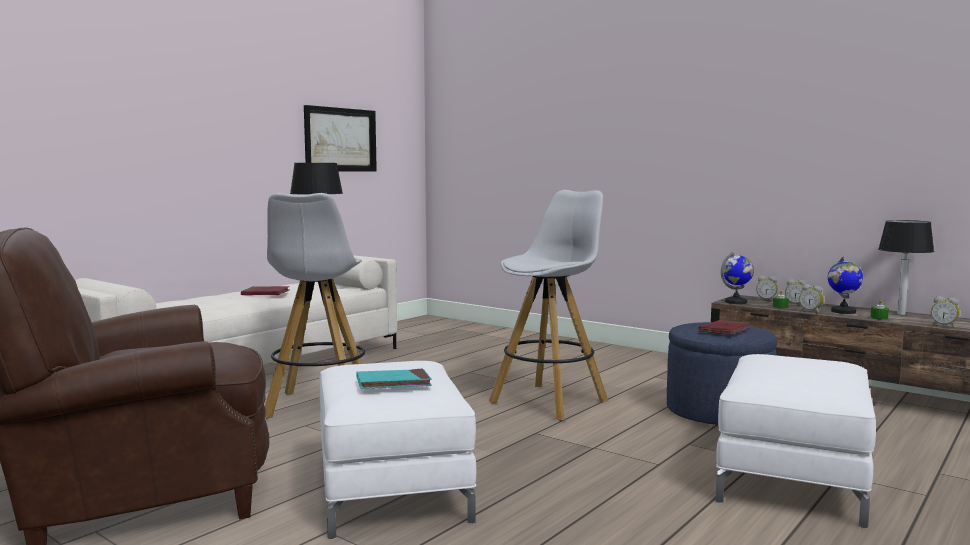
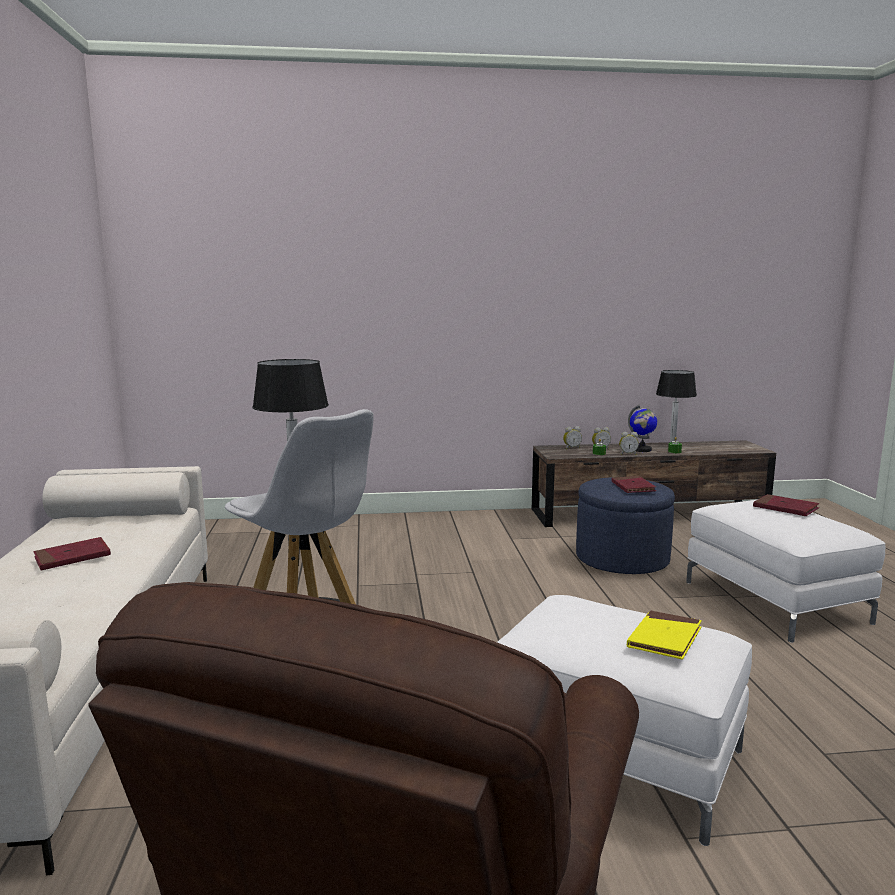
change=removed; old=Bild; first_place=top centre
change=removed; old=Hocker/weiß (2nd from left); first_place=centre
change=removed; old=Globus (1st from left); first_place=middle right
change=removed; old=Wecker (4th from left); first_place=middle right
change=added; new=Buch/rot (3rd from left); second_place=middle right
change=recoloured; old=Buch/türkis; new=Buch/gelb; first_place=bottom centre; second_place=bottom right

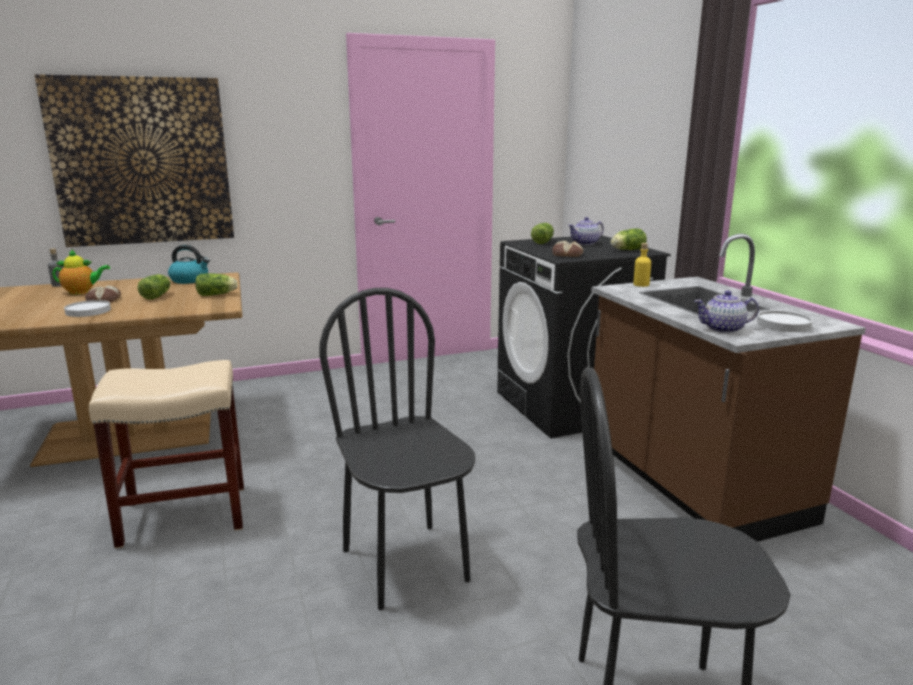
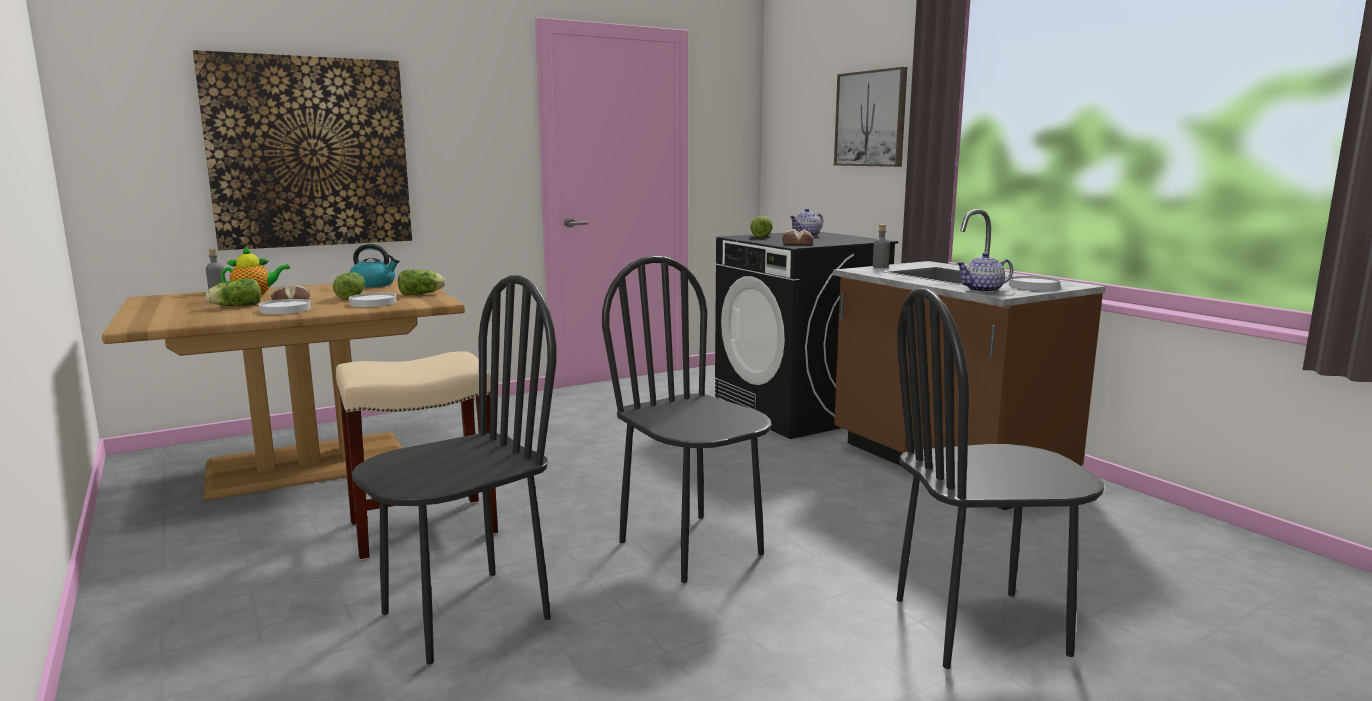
change=added; new=Teller/weiß (2nd from left); second_place=middle left
change=added; new=Stuhl/schwarz (1st from left); second_place=bottom left
change=added; new=Bild (2nd from left); second_place=top centre
change=moved; old=Salatkopf (4th from left in the first image); new=Salatkopf (1st from left); first_place=middle right; second_place=middle left
change=recoloured; old=Flasche/gelb; new=Flasche/grau (2nd from left); first_place=middle right; second_place=centre

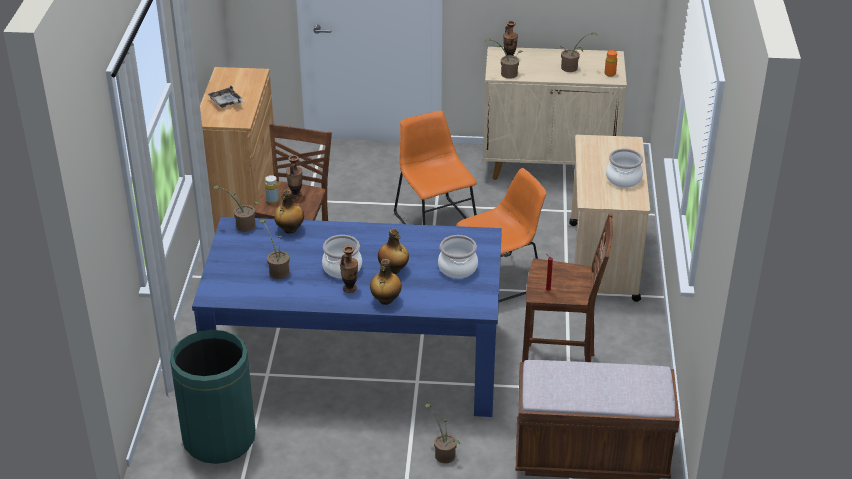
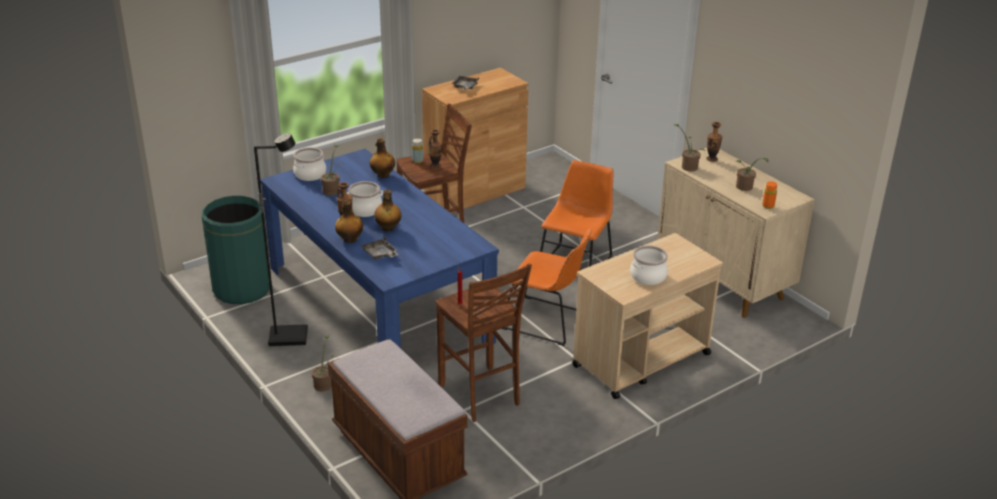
change=removed; old=Topfpflanze (1st from left); first_place=middle left
change=added; new=Stehlampe/schwarz; second_place=middle left
change=added; new=Tablett/grau (1st from left); second_place=centre
change=moved; old=Kochtopf (2nd from left in the first image); new=Kochtopf (1st from left); first_place=centre; second_place=top left

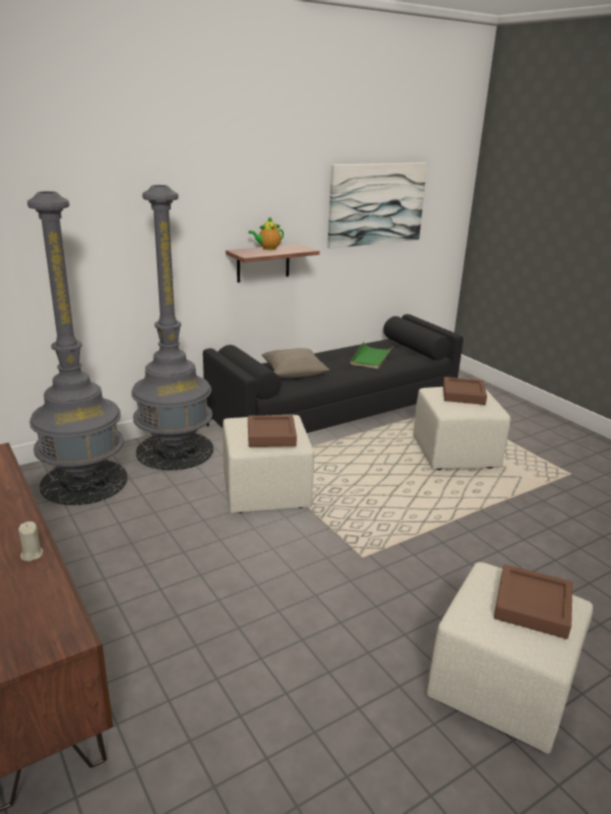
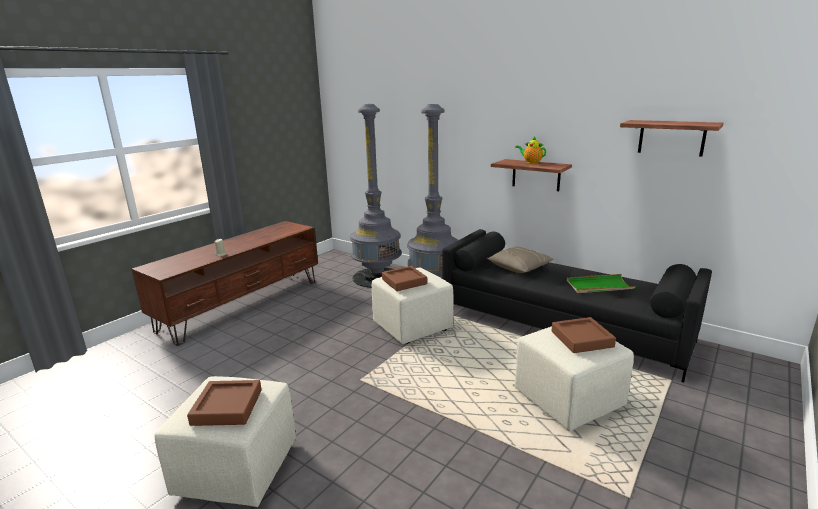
change=replaced; old=Bild; new=Wandregal (2nd from left); first_place=top centre; second_place=top right

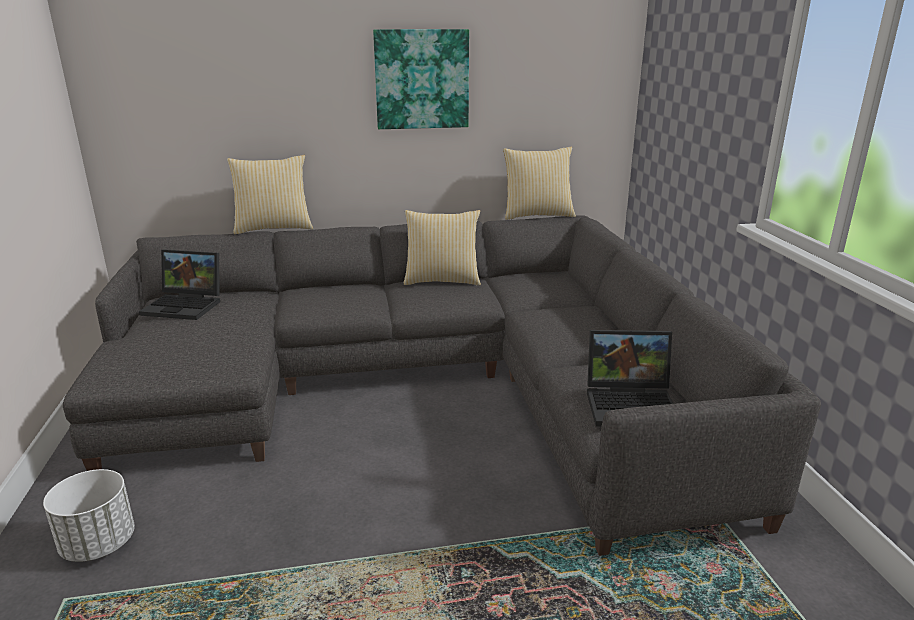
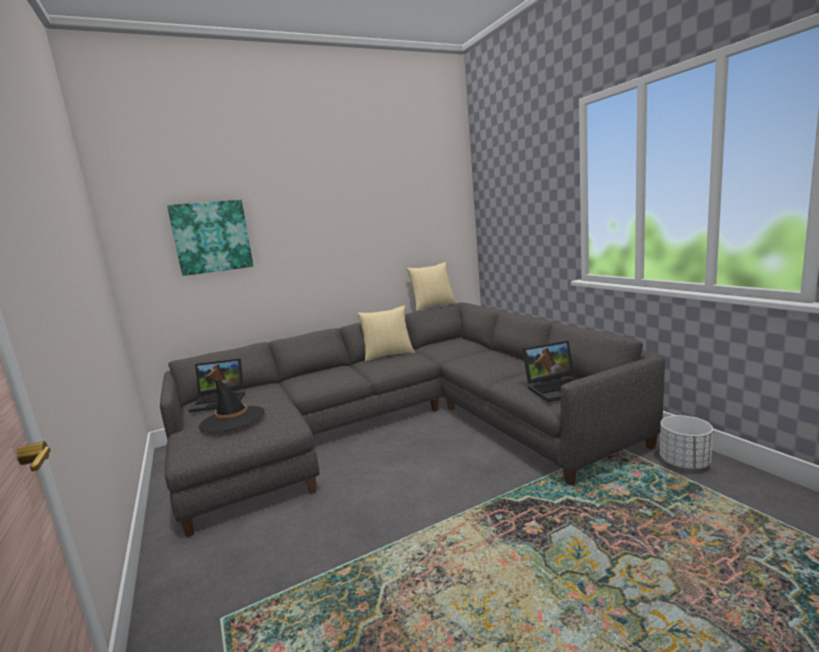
change=removed; old=Kissen (1st from left); first_place=top left
change=added; new=Hut/schwarz; second_place=middle left
change=moved; old=Pflanzkübel/weiß; first_place=bottom left; second_place=bottom right
change=moved; old=Bild; first_place=top centre; second_place=middle left

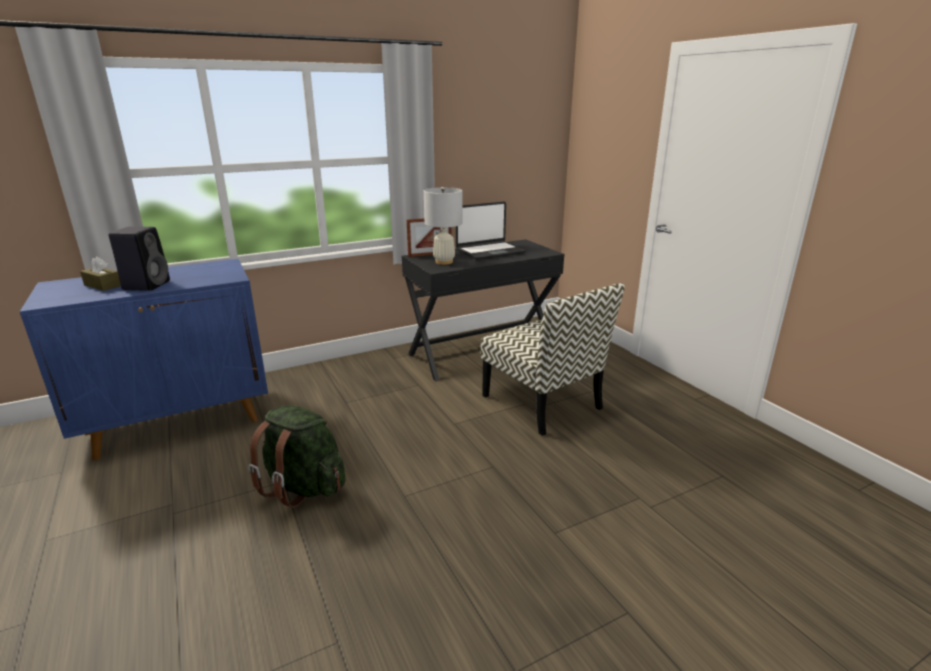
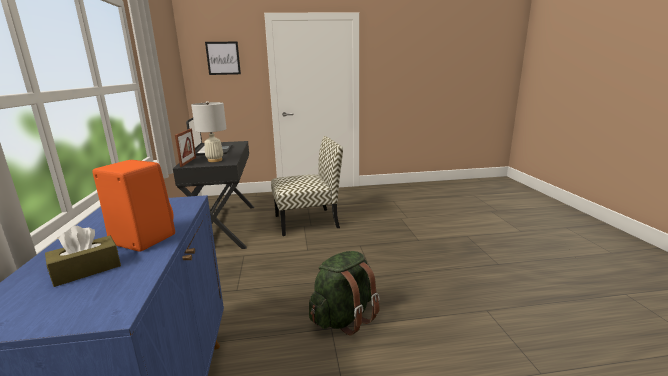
change=added; new=Bild; second_place=top centre
change=recoloured; old=Lautsprecher/schwarz; new=Lautsprecher/orange; first_place=middle left; second_place=middle left

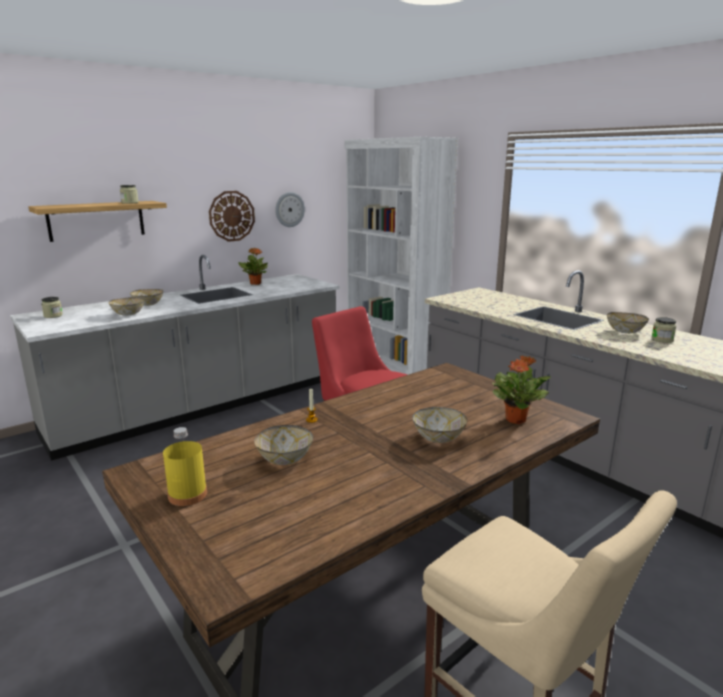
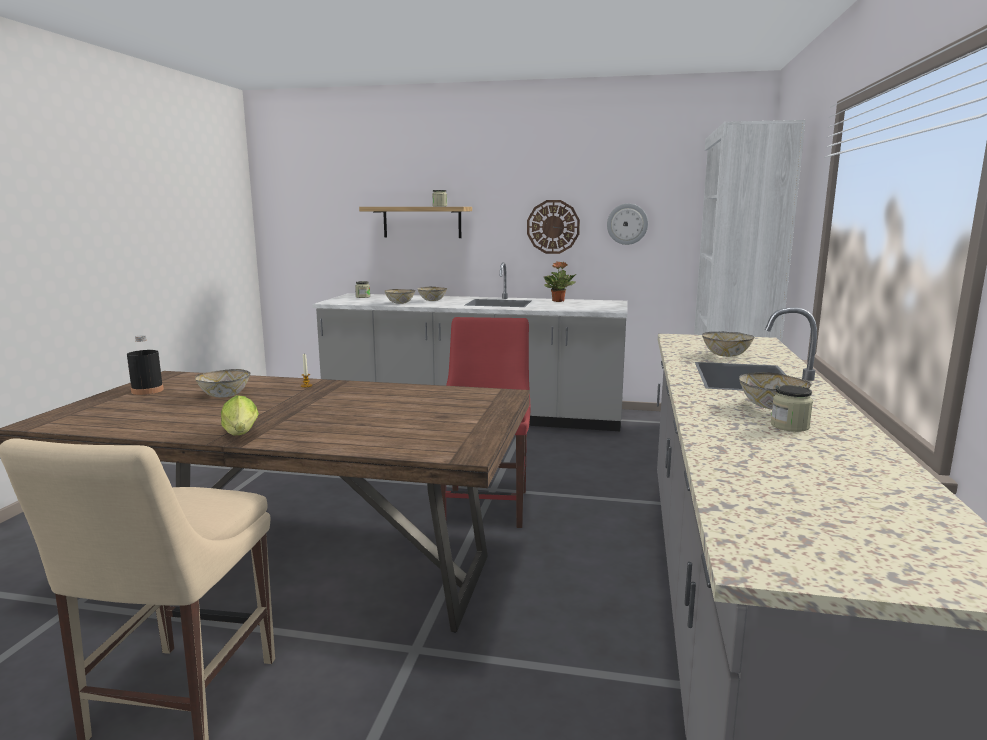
change=removed; old=Topfpflanze (2nd from left); first_place=middle right
change=added; new=Salatkopf; second_place=middle left
change=moved; old=Schüssel (4th from left); first_place=centre; second_place=middle right
change=recoloured; old=Flasche/gelb; new=Flasche/schwarz; first_place=bottom left; second_place=middle left

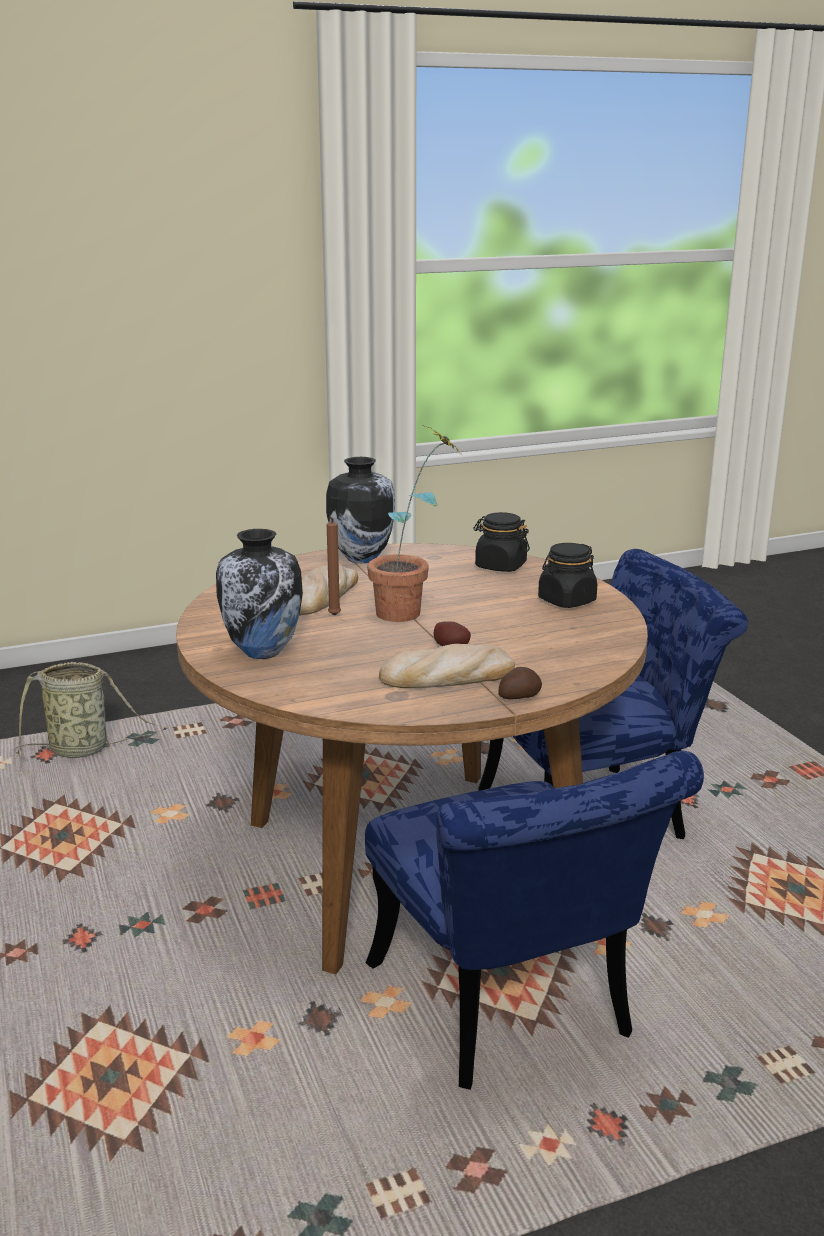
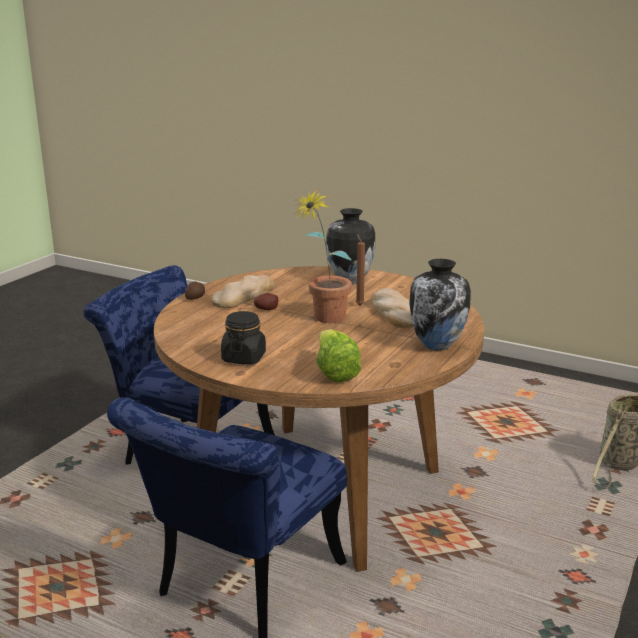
change=replaced; old=Vorratsglas/schwarz (1st from left); new=Salatkopf; first_place=centre; second_place=centre

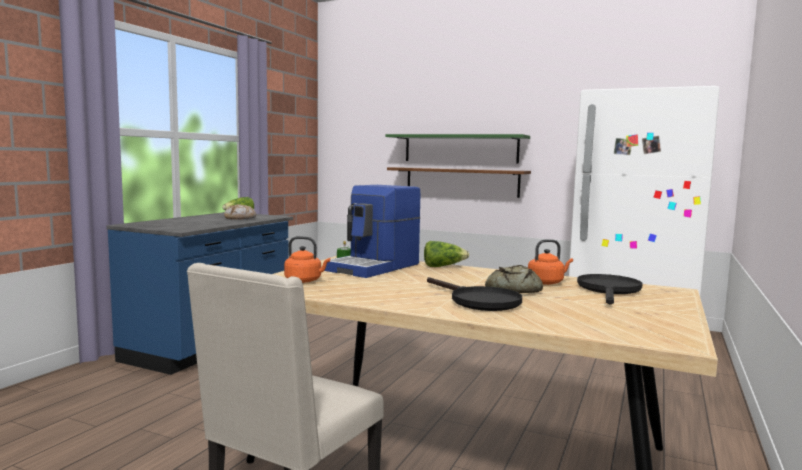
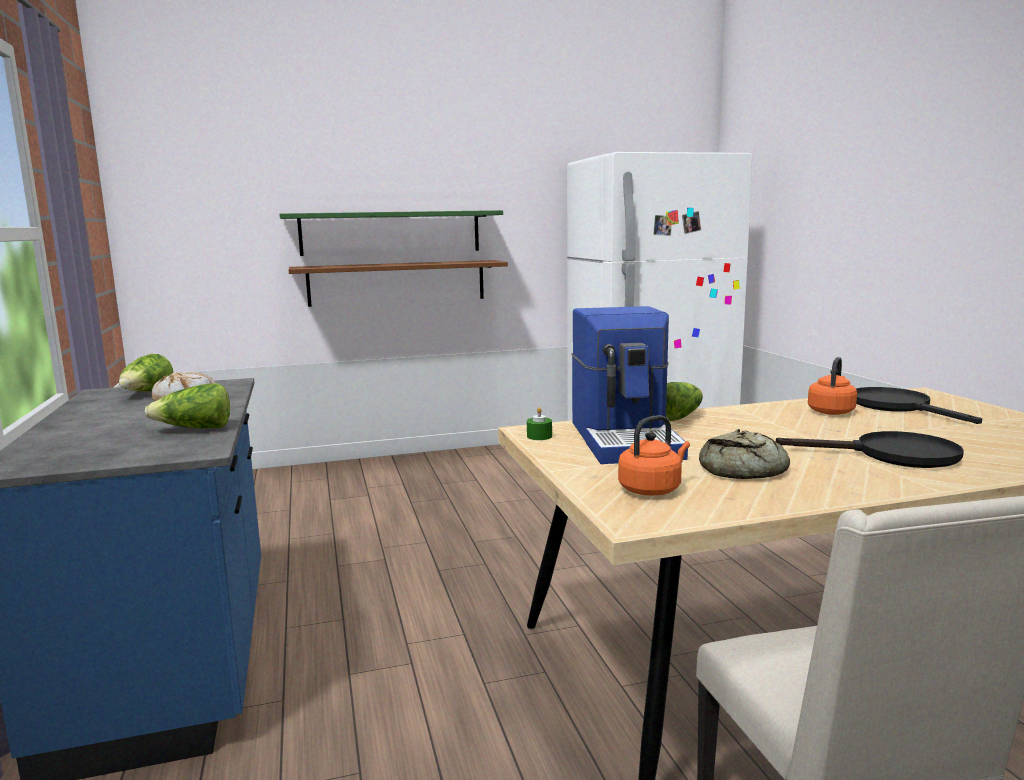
change=added; new=Salatkopf (2nd from left); second_place=middle left
change=moved; old=Brot (2nd from left); first_place=centre; second_place=middle right

